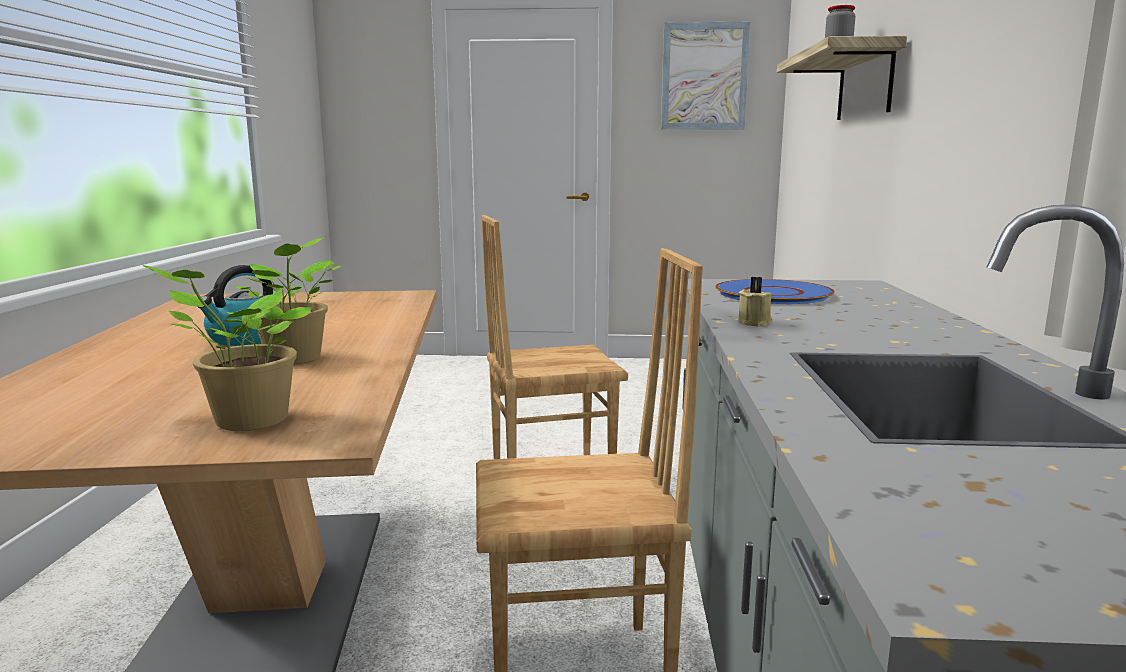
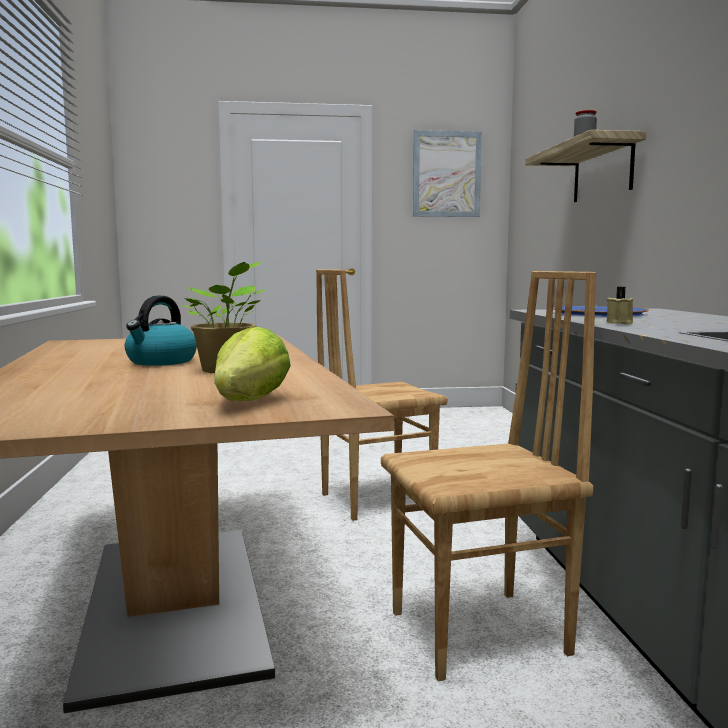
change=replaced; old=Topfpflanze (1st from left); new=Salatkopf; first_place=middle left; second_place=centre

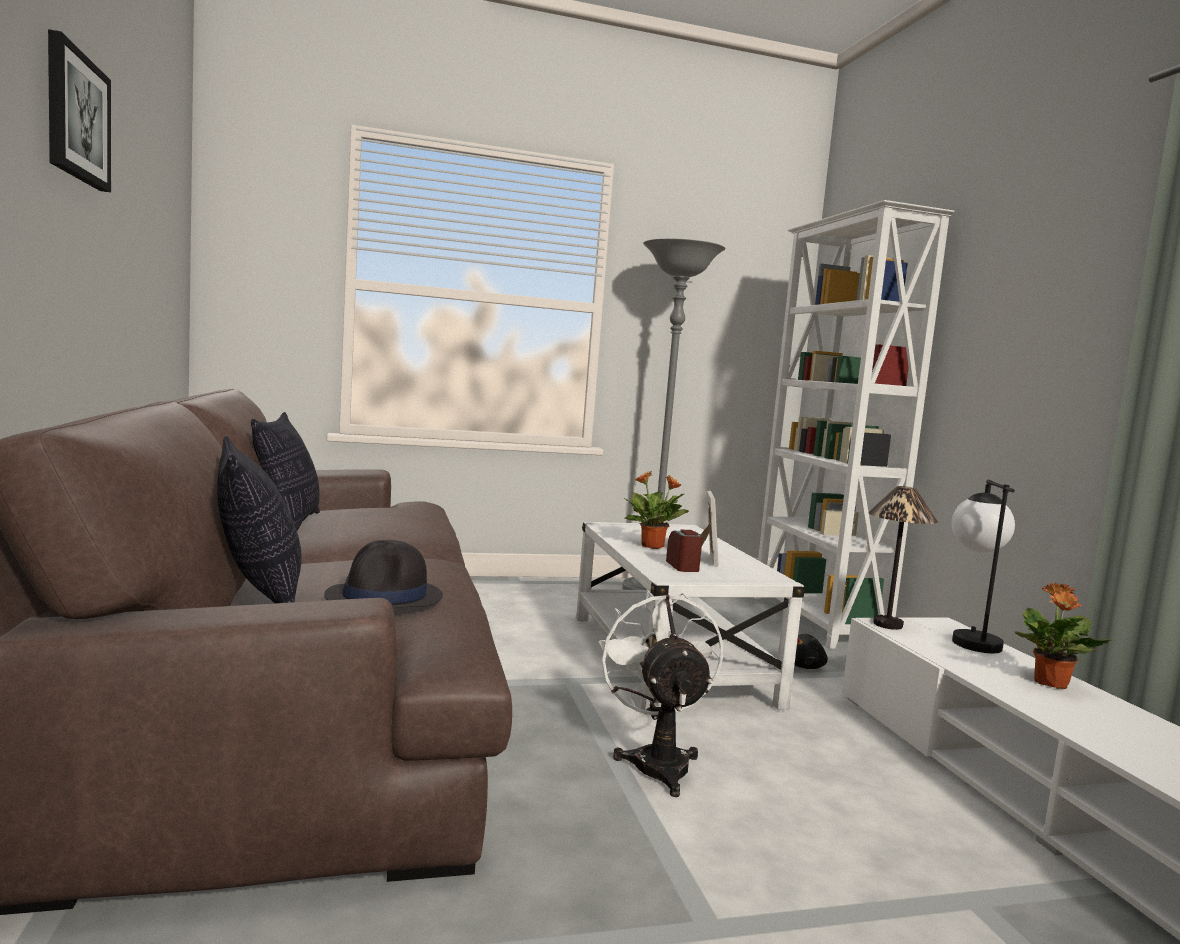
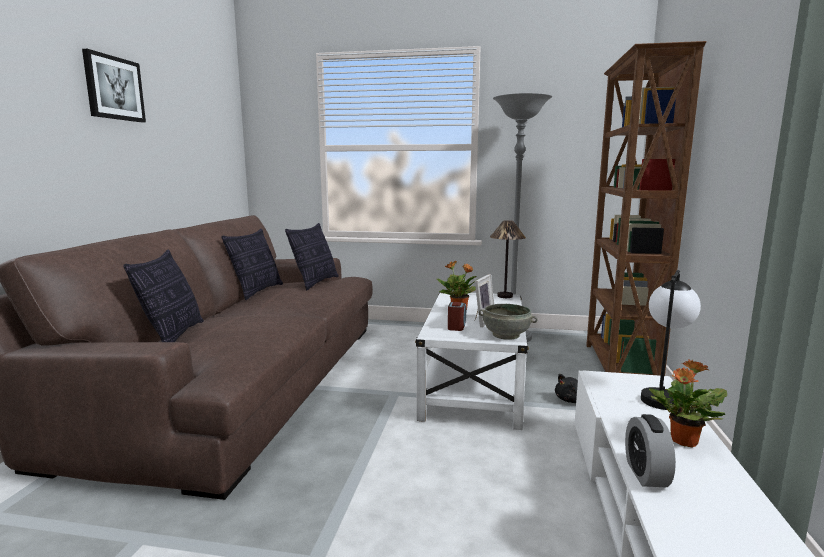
change=removed; old=Hut/schwarz; first_place=middle left
change=removed; old=Ventilator/weiß; first_place=bottom centre
change=added; new=Kissen (3rd from left); second_place=centre
change=added; new=Schüssel/grau; second_place=centre
change=added; new=Wecker (2nd from left); second_place=bottom right
change=moved; old=Tischlampe (1st from left); first_place=middle right; second_place=centre
change=recoloured; old=Bücherregal/weiß; new=Bücherregal/braun; first_place=middle right; second_place=middle right

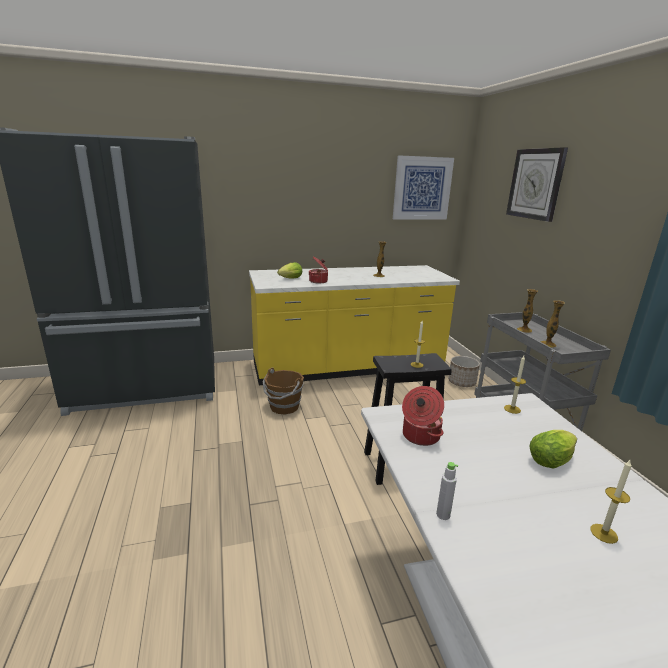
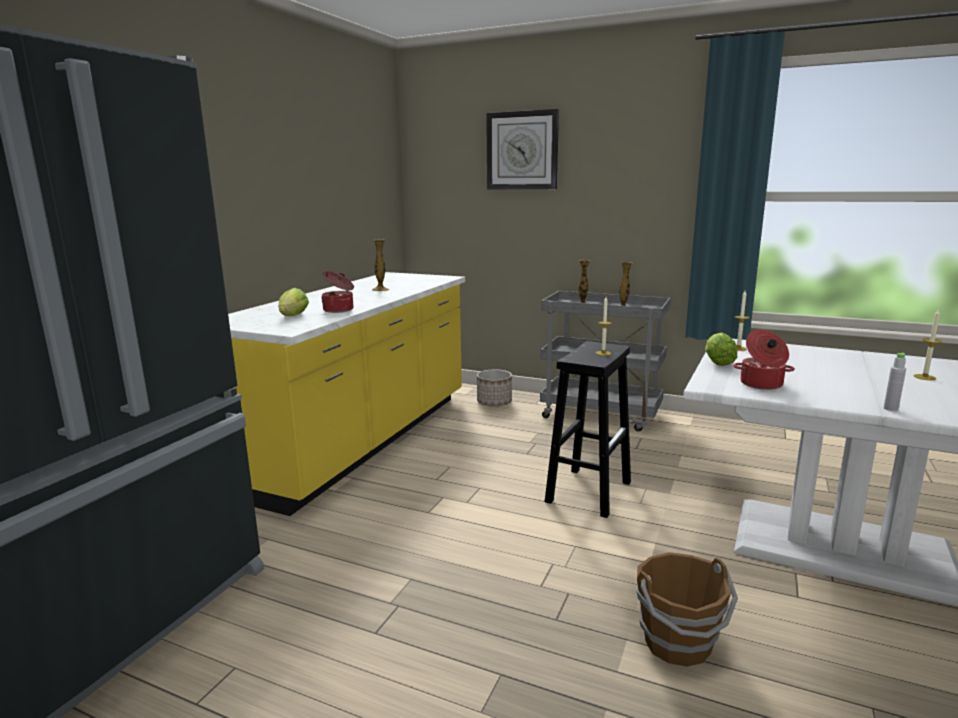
change=removed; old=Bild; first_place=top centre
change=moved; old=Eimer/braun; first_place=centre; second_place=bottom right
change=moved; old=Salatkopf (2nd from left); first_place=bottom right; second_place=middle right

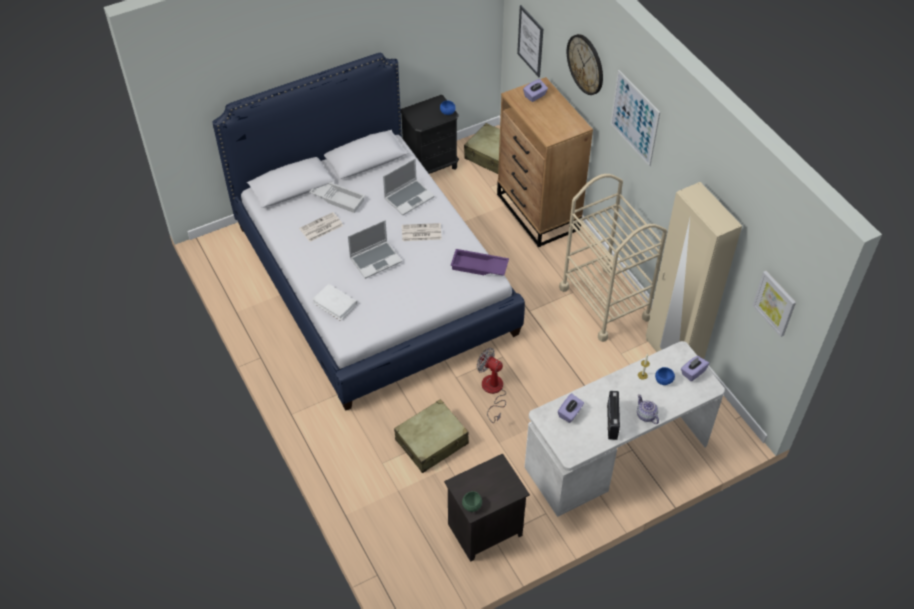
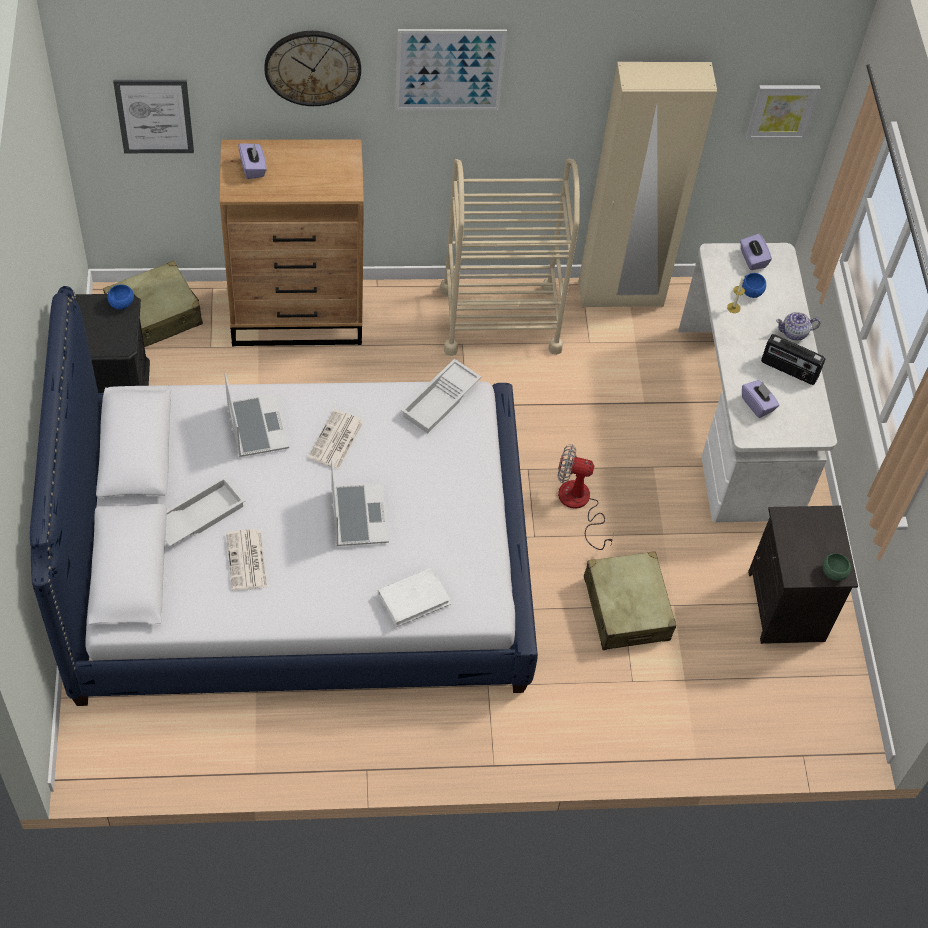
change=recoloured; old=Tablett/lila; new=Tablett/weiß (2nd from left); first_place=centre; second_place=centre
change=turned; old=Ventilator; first_place=centre; second_place=centre; degrees=45

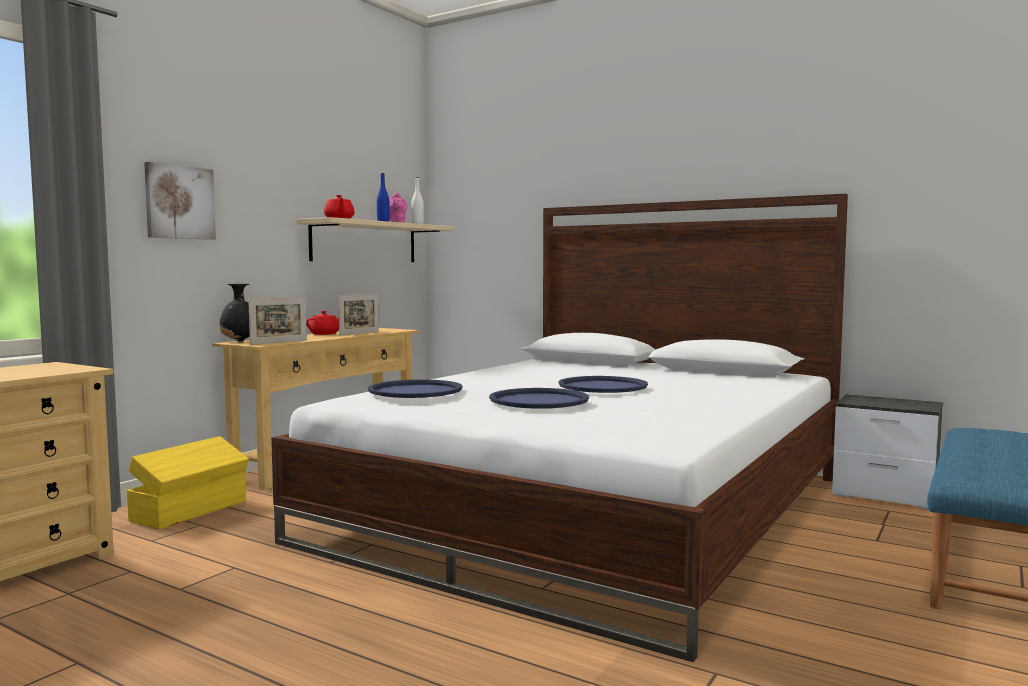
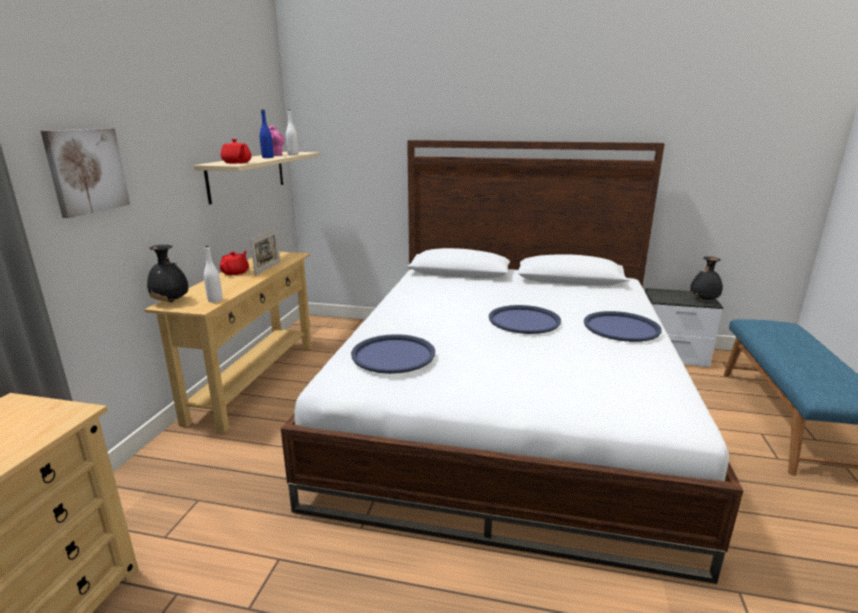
change=removed; old=Aufbewahrungsbox/gelb; first_place=bottom left
change=added; new=Vase/schwarz (2nd from left); second_place=middle right
change=moved; old=Tablett/blau (2nd from left in the first image); new=Tablett/blau (3rd from left); first_place=centre; second_place=middle right
change=replaced; old=Bilderrahmen (1st from left); new=Flasche/weiß (1st from left); first_place=middle left; second_place=middle left

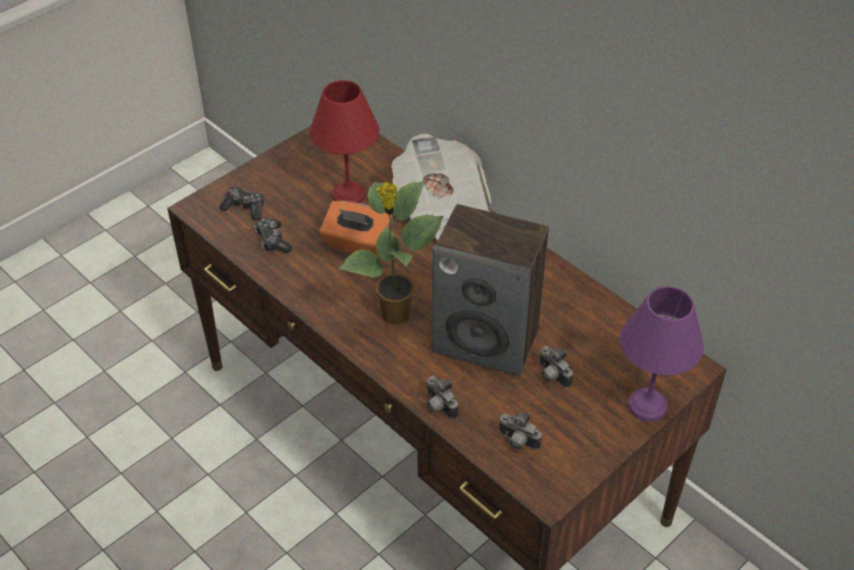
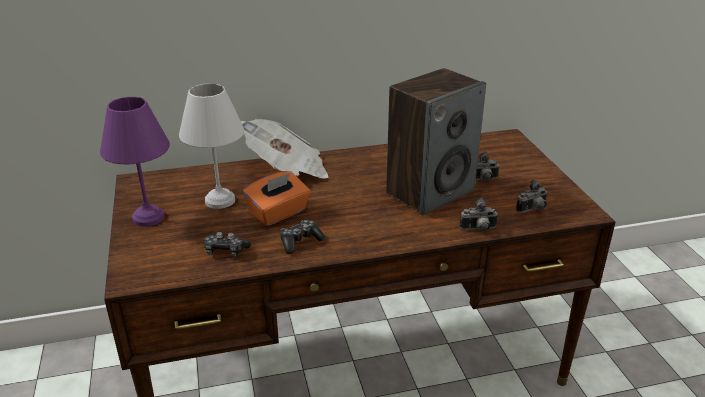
change=removed; old=Topfpflanze; first_place=centre
change=moved; old=Gamepad (1st from left in the first image); new=Gamepad (2nd from left); first_place=middle left; second_place=centre
change=moved; old=Tischlampe/lila; first_place=middle right; second_place=middle left
change=recoloured; old=Tischlampe/rot; new=Tischlampe/weiß; first_place=top centre; second_place=middle left

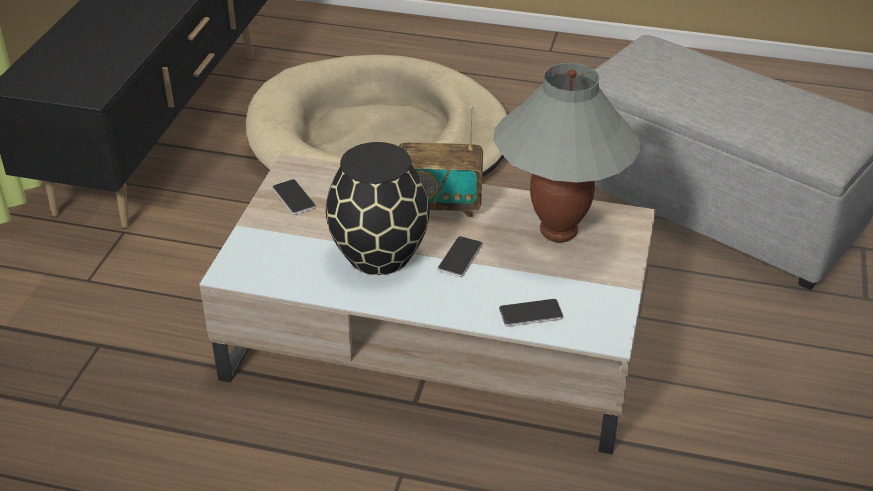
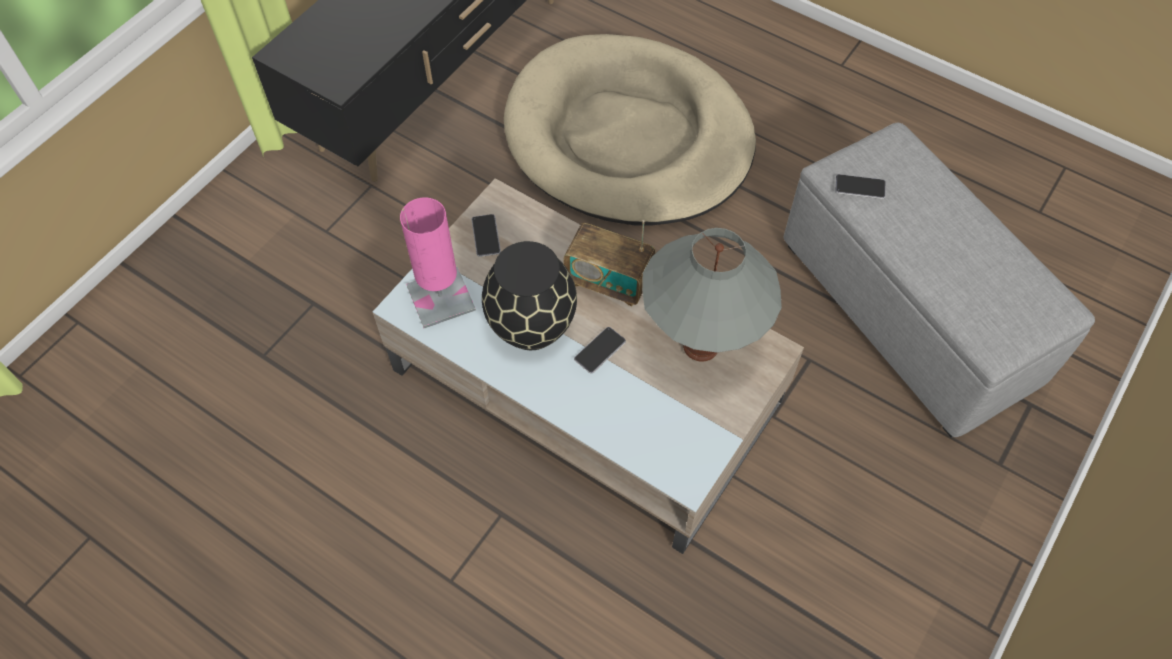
change=added; new=Tischlampe/rosa; second_place=centre
change=moved; old=Handy (3rd from left); first_place=centre; second_place=top right

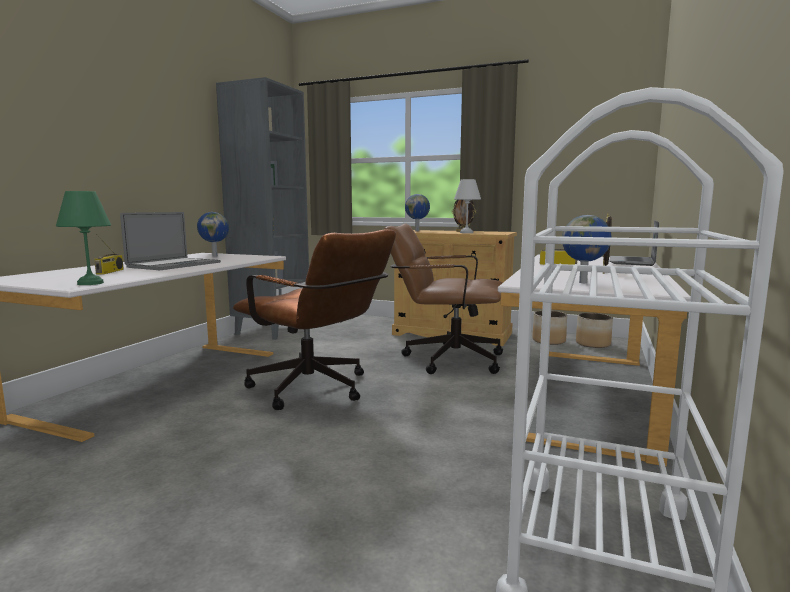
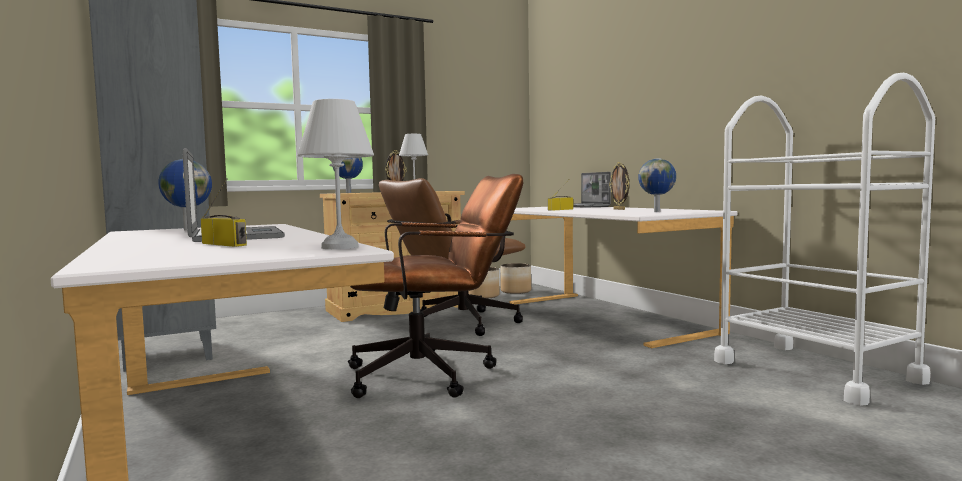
change=recoloured; old=Tischlampe/grün; new=Tischlampe/weiß (1st from left); first_place=middle left; second_place=centre

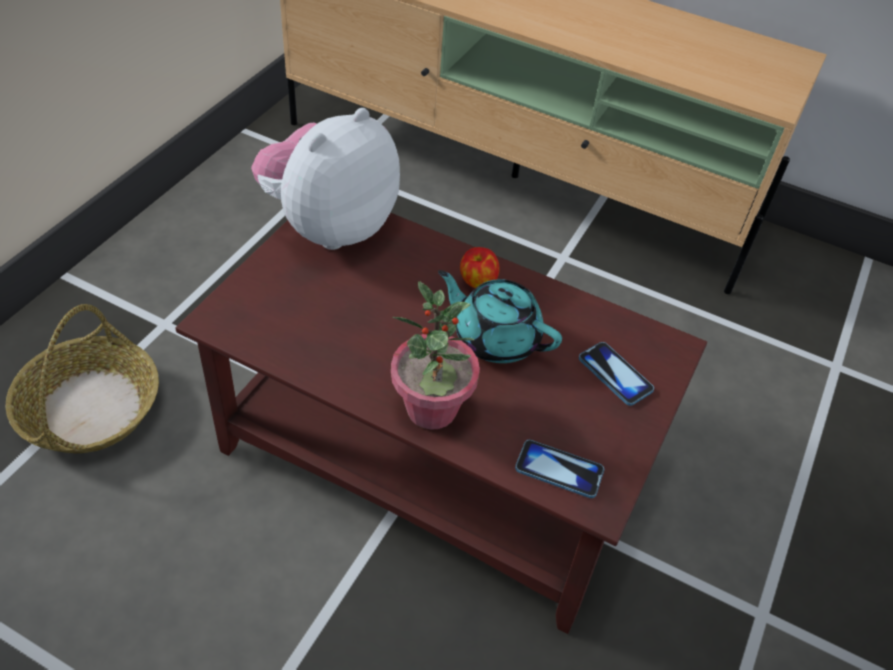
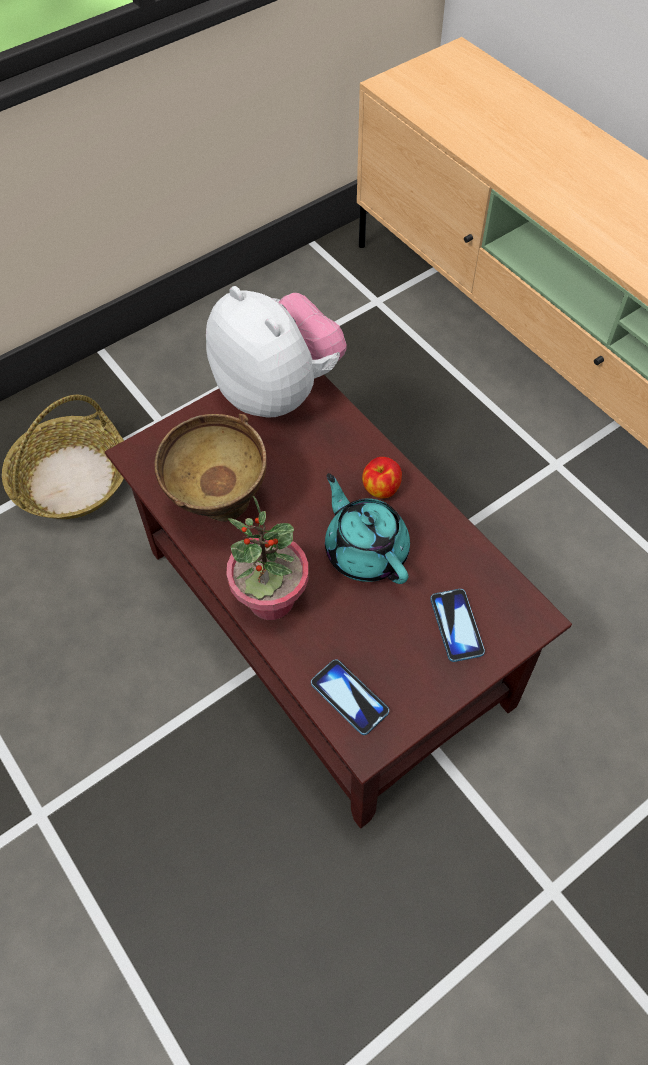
change=added; new=Schüssel/braun; second_place=middle left
change=turned; old=Plüschtier; first_place=top centre; second_place=top centre; degrees=75

